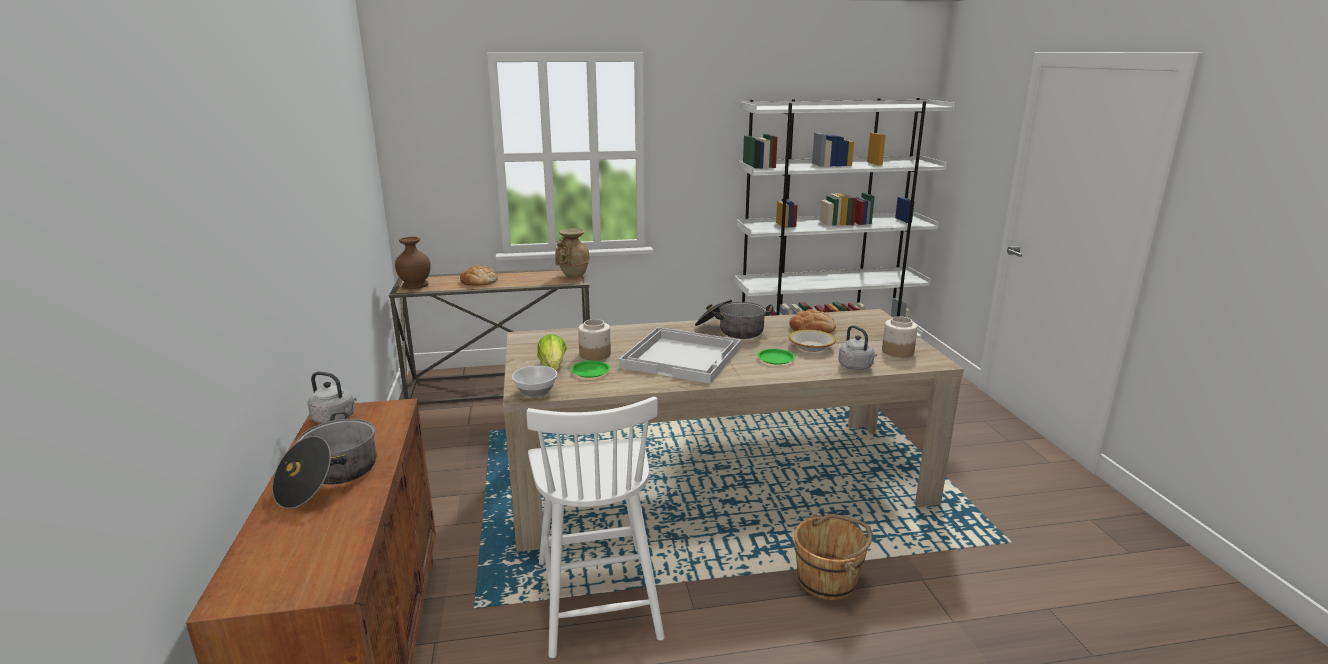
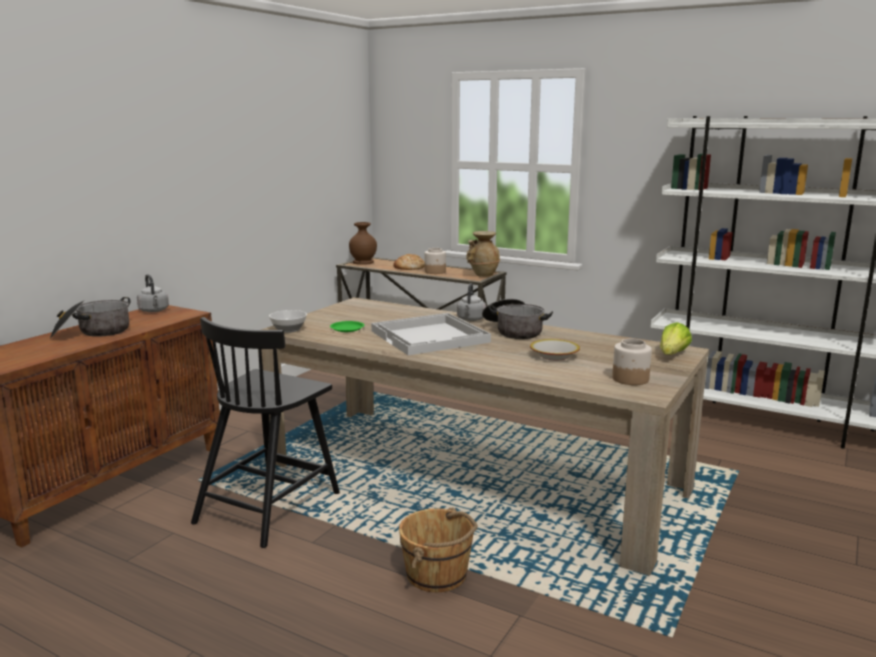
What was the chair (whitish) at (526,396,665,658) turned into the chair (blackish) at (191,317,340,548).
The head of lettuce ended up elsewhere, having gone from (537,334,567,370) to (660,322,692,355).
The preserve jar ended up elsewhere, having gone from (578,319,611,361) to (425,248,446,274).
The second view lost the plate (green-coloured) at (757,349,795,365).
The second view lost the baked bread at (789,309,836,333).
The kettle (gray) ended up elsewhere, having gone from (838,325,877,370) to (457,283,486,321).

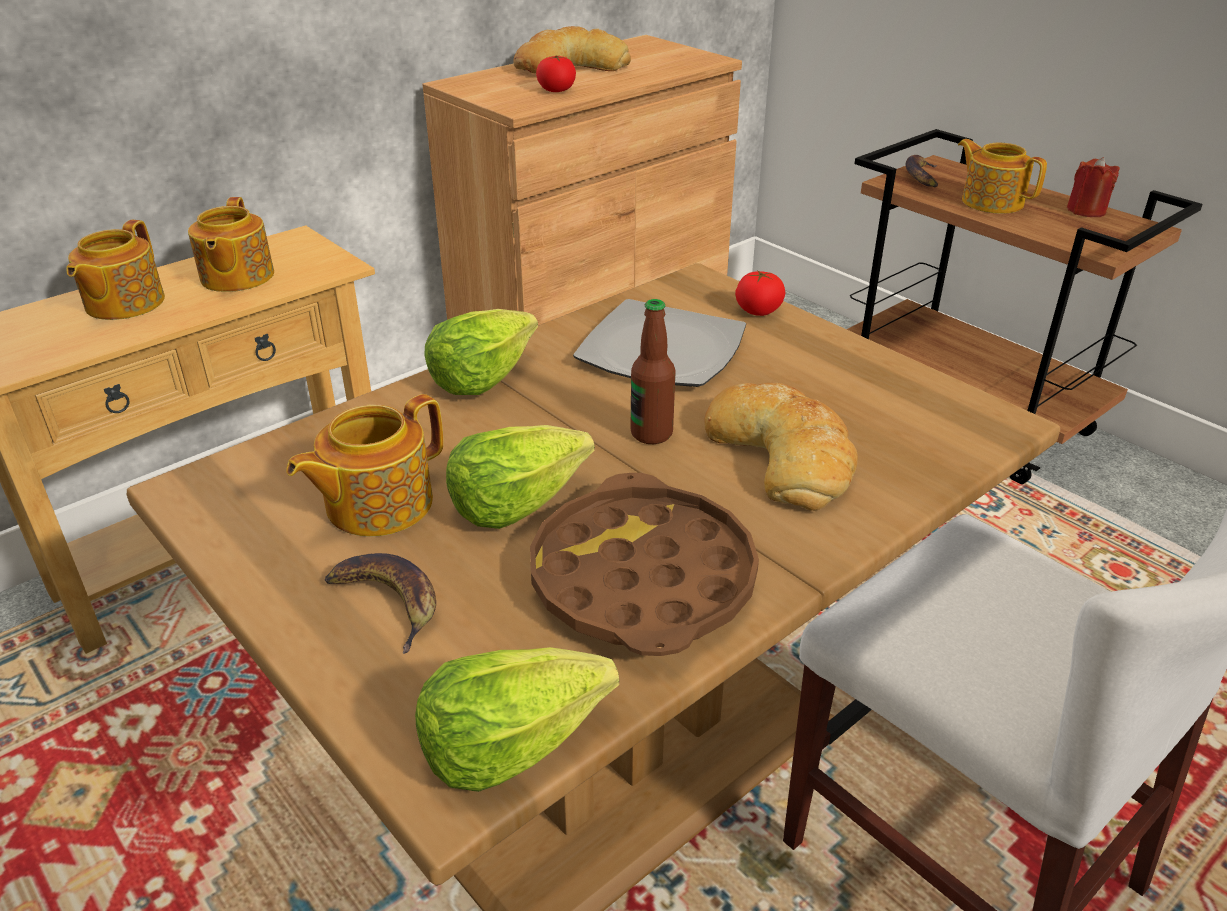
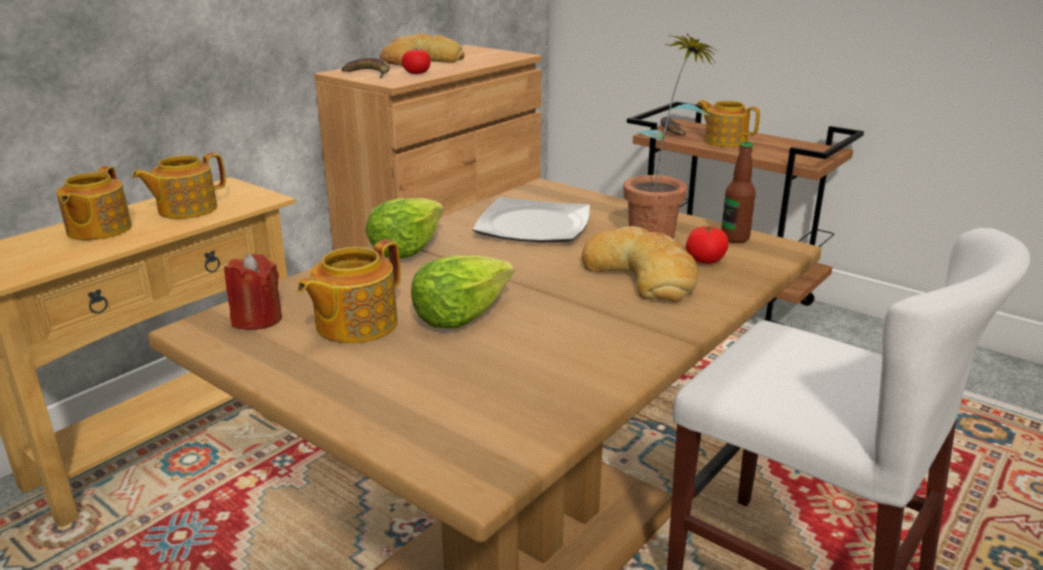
The tea pot at (188,197,274,292) ended up facing another way, 60 degrees clockwise from before.
The banana ended up elsewhere, having gone from (325,553,436,654) to (342,58,390,79).
The second view lost the head of lettuce at (415,647,619,792).
The second view lost the serving tray (brown-coloured) at (530,473,759,656).
The bottle ended up elsewhere, having gone from (630,299,676,444) to (721,142,756,243).
The fresh tomato ended up elsewhere, having gone from (735,270,785,316) to (686,226,729,264).
The wax light (red) ended up elsewhere, having gone from (1067,157,1120,217) to (224,254,282,330).
The second view gained the potted plant at (623,33,718,239).

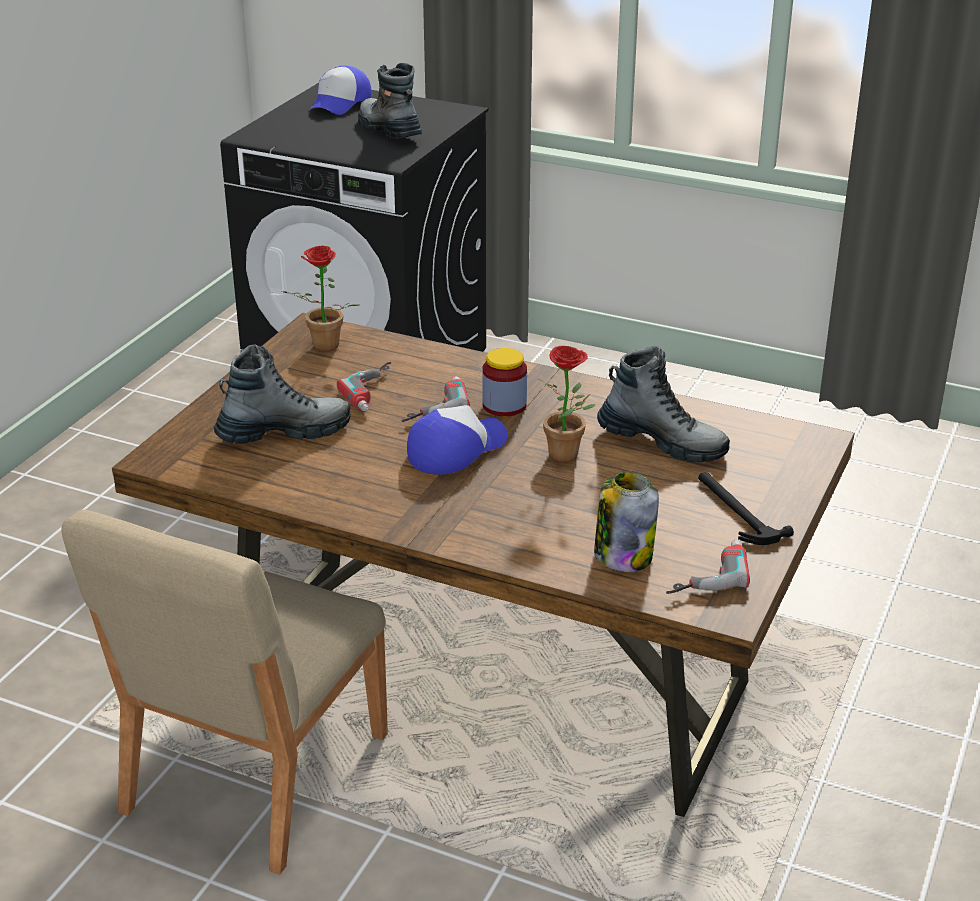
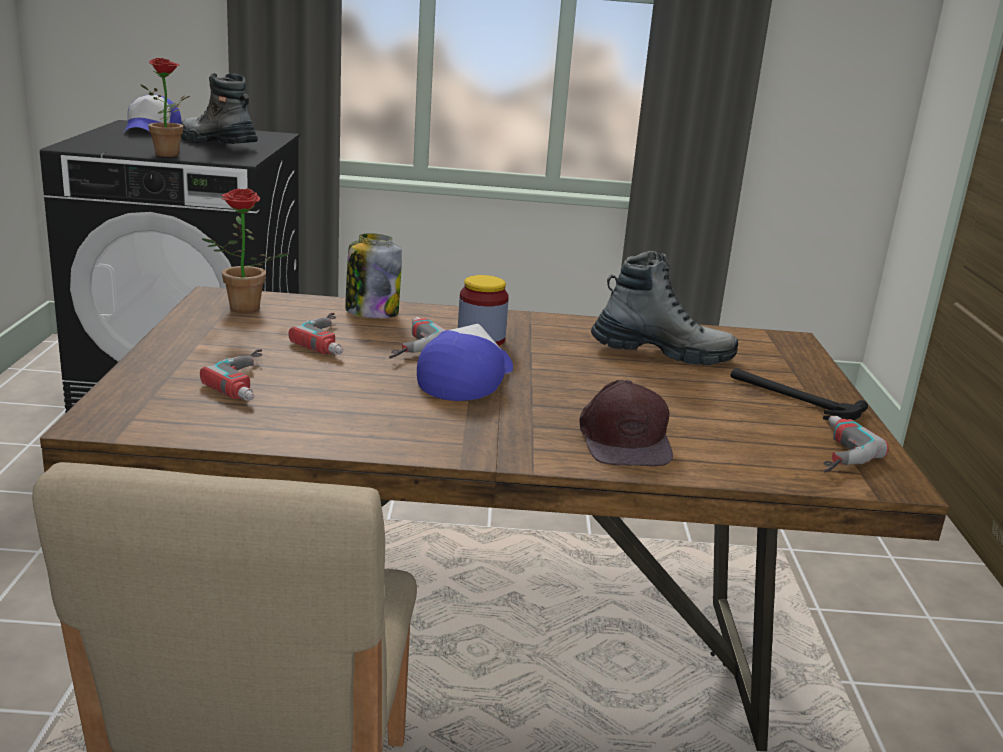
Where the boot stood at (213,345,351,444), the electric drill came to stand at (200,349,262,401).
The potted plant ended up elsewhere, having gone from (539,346,595,462) to (140,58,190,157).
The preserve jar ended up elsewhere, having gone from (594,471,659,572) to (345,233,402,318).
The second view gained the baseball cap (brown-coloured) at (579,380,673,466).

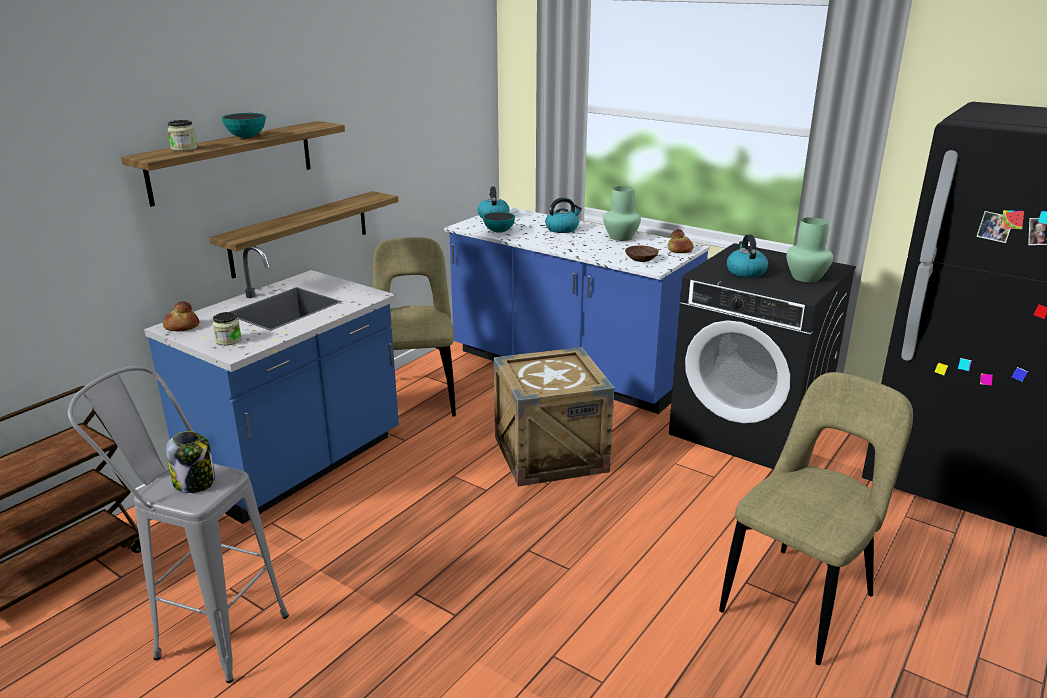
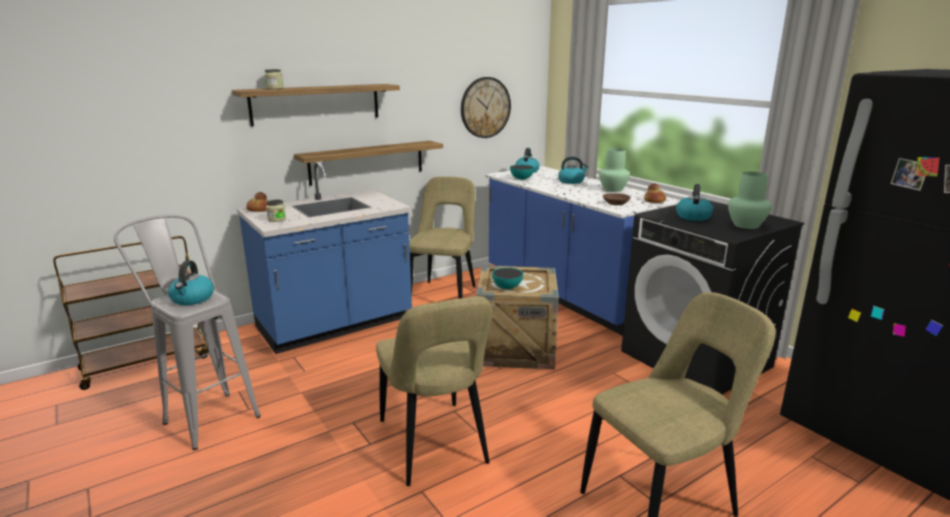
Where the preserve jar stood at (166,431,215,493), the kettle came to stand at (168,260,214,305).
The bowl ended up elsewhere, having gone from (222,113,266,138) to (492,268,524,289).
The second view gained the chair (beige-coloured) at (376,296,492,486).
The second view gained the wall clock at (461,77,511,138).

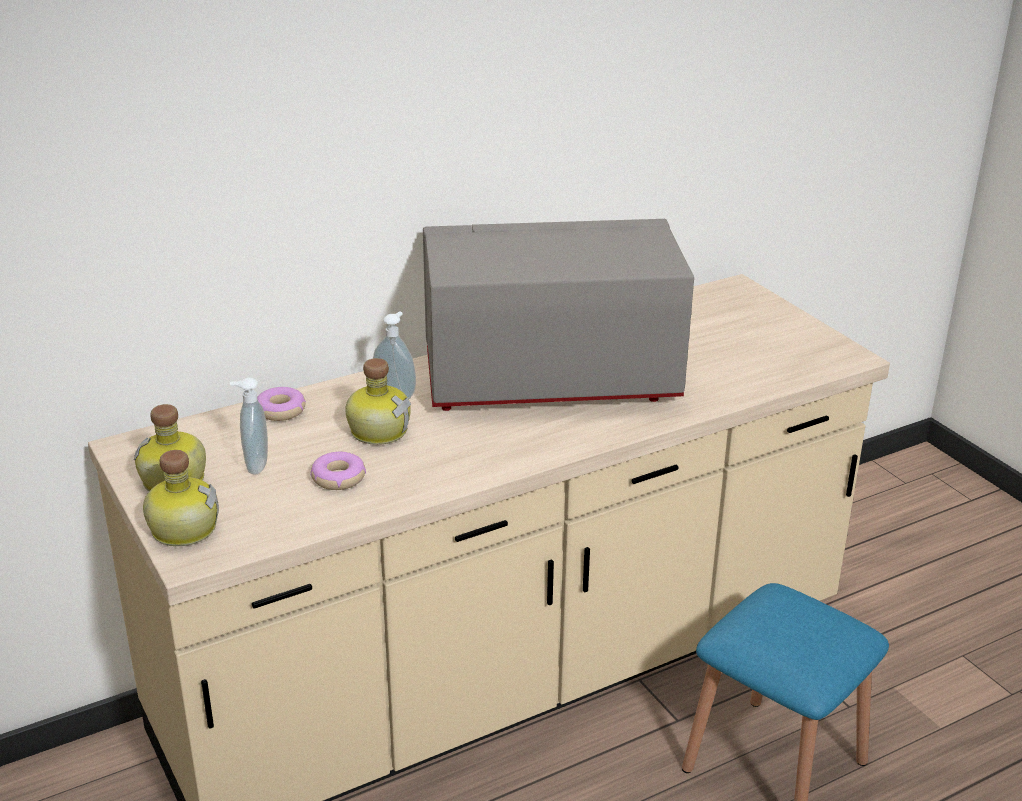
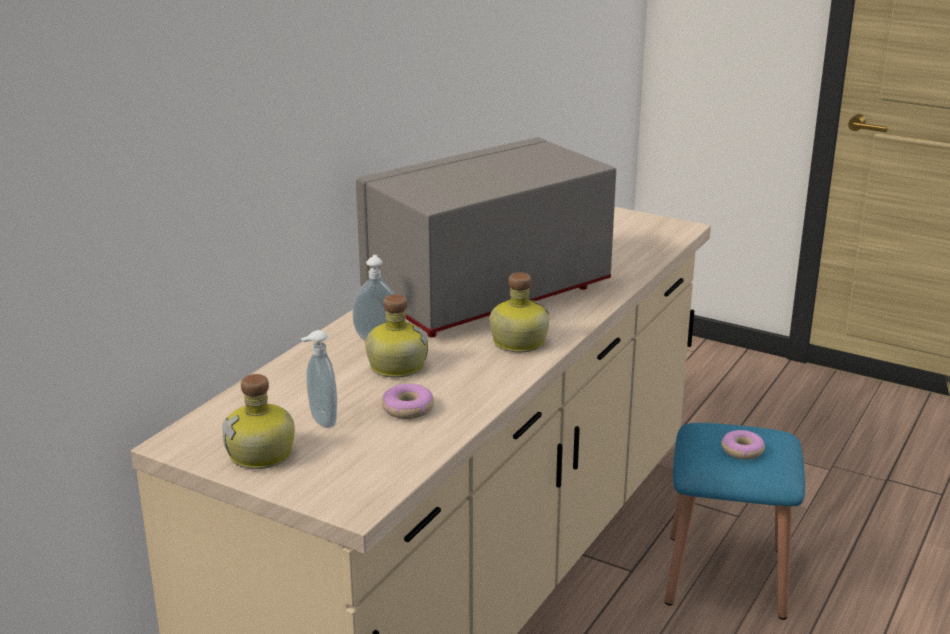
The bottle ended up elsewhere, having gone from (143,450,219,546) to (489,272,549,352).
The doughnut ended up elsewhere, having gone from (257,387,306,421) to (721,430,765,460).

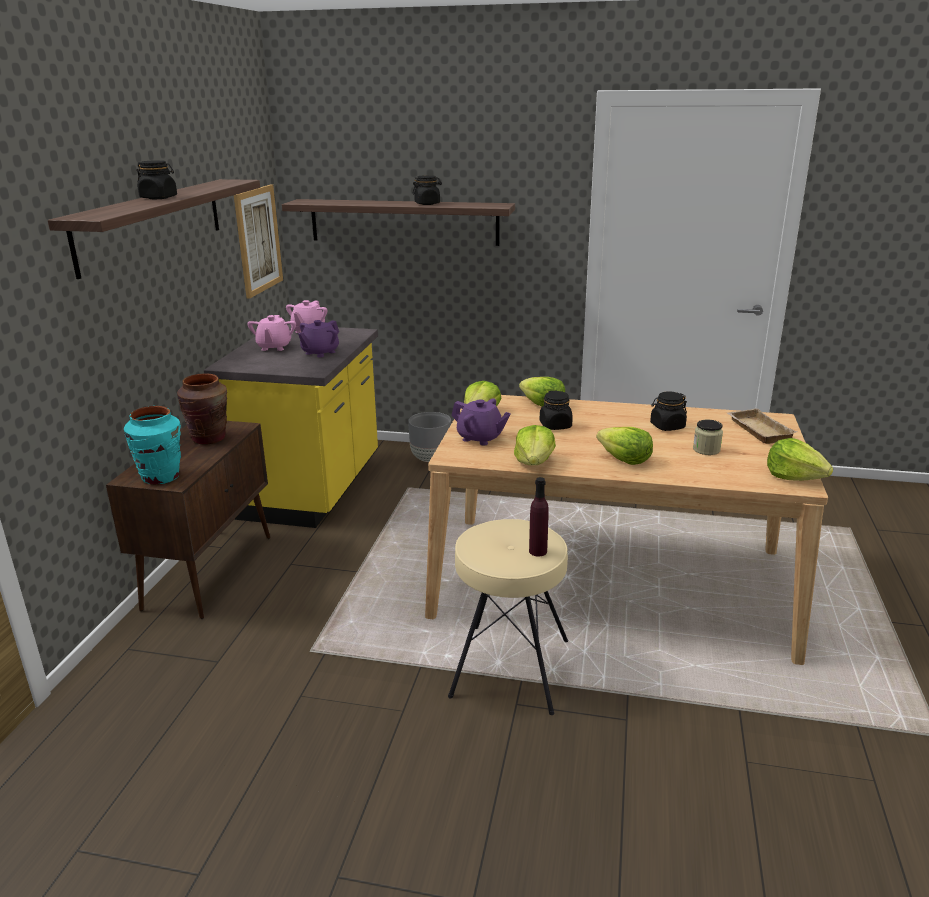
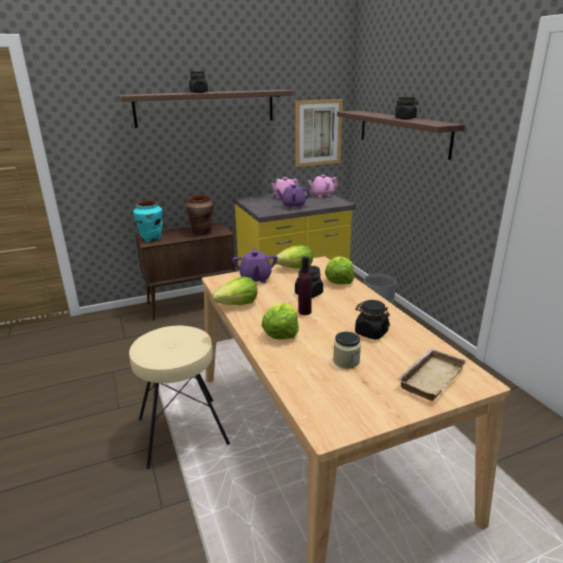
The bottle (purplish) ended up elsewhere, having gone from (529,477,549,556) to (298,256,312,315).
The second view lost the head of lettuce at (767,438,833,481).

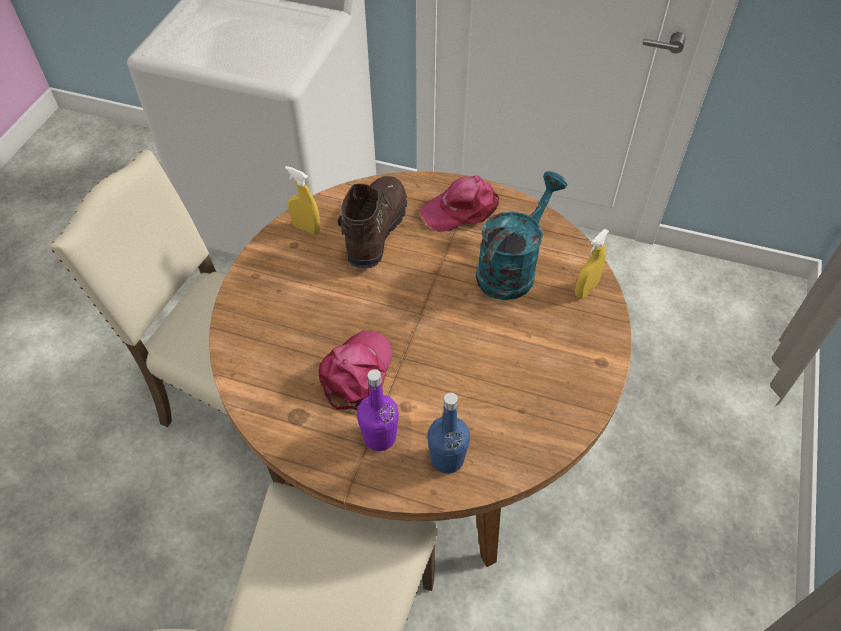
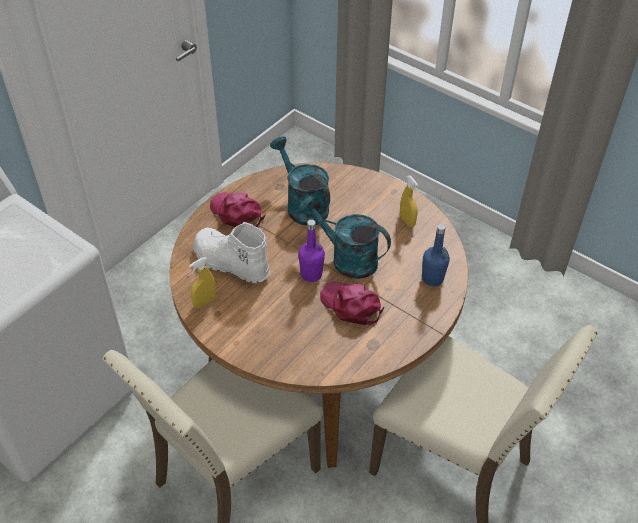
What was the boot (brown-coloured) at (338,176,407,268) turned into the boot (whitish) at (193,222,270,283).
The bottle (purplish) ended up elsewhere, having gone from (357,369,399,451) to (298,219,325,282).
The baseball cap (pinkish) at (420,175,499,232) ended up facing another way, 135 degrees clockwise from before.
The sprayer (yellow) ended up elsewhere, having gone from (575,229,609,299) to (400,176,418,227).
The second view gained the watering pot (blue-green) at (298,196,391,279).

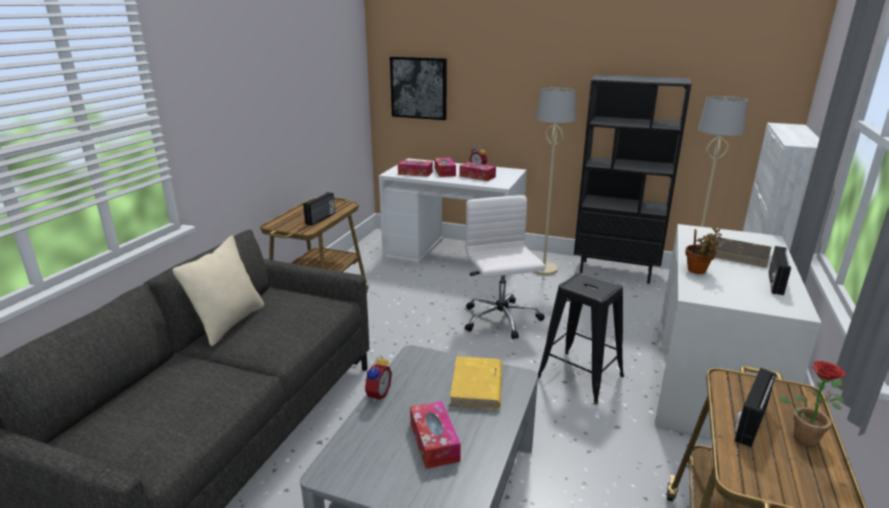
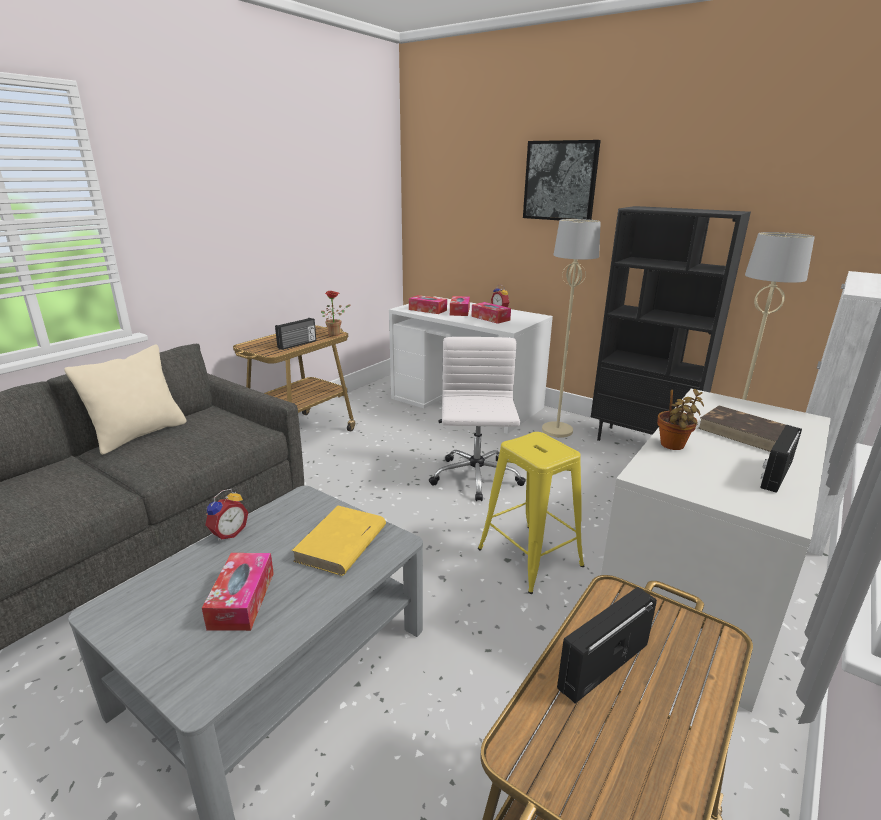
The wall art ended up elsewhere, having gone from (390,56,447,120) to (523,140,601,220).
What was the stool (blackish) at (538,273,624,404) turned into the stool (yellow) at (478,432,584,594).
The potted plant ended up elsewhere, having gone from (779,361,846,447) to (321,291,351,336).

